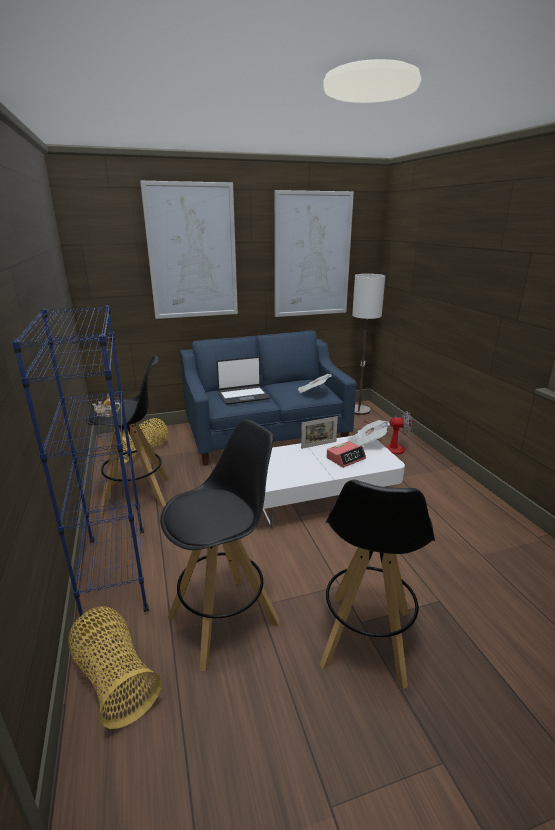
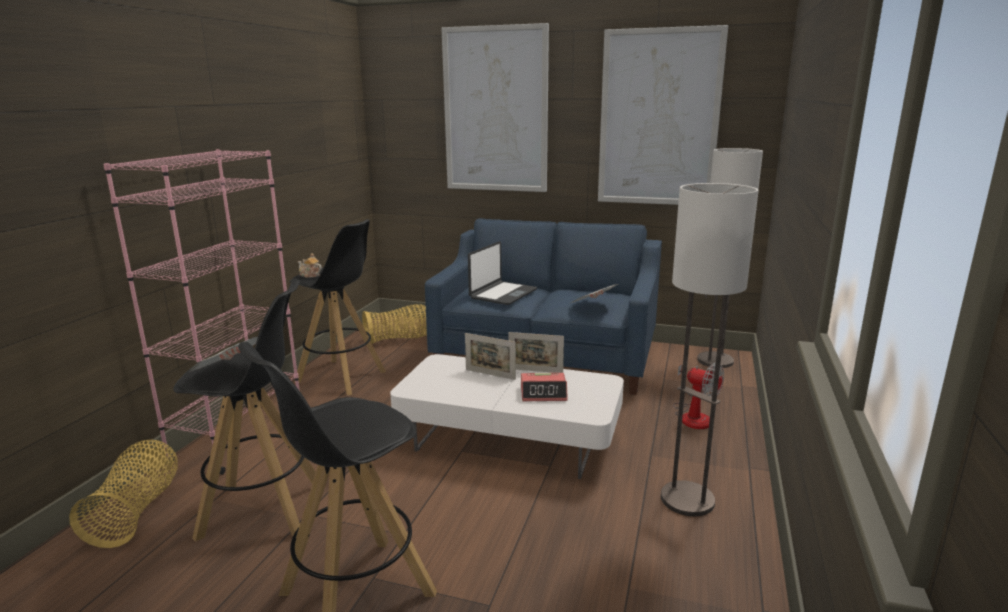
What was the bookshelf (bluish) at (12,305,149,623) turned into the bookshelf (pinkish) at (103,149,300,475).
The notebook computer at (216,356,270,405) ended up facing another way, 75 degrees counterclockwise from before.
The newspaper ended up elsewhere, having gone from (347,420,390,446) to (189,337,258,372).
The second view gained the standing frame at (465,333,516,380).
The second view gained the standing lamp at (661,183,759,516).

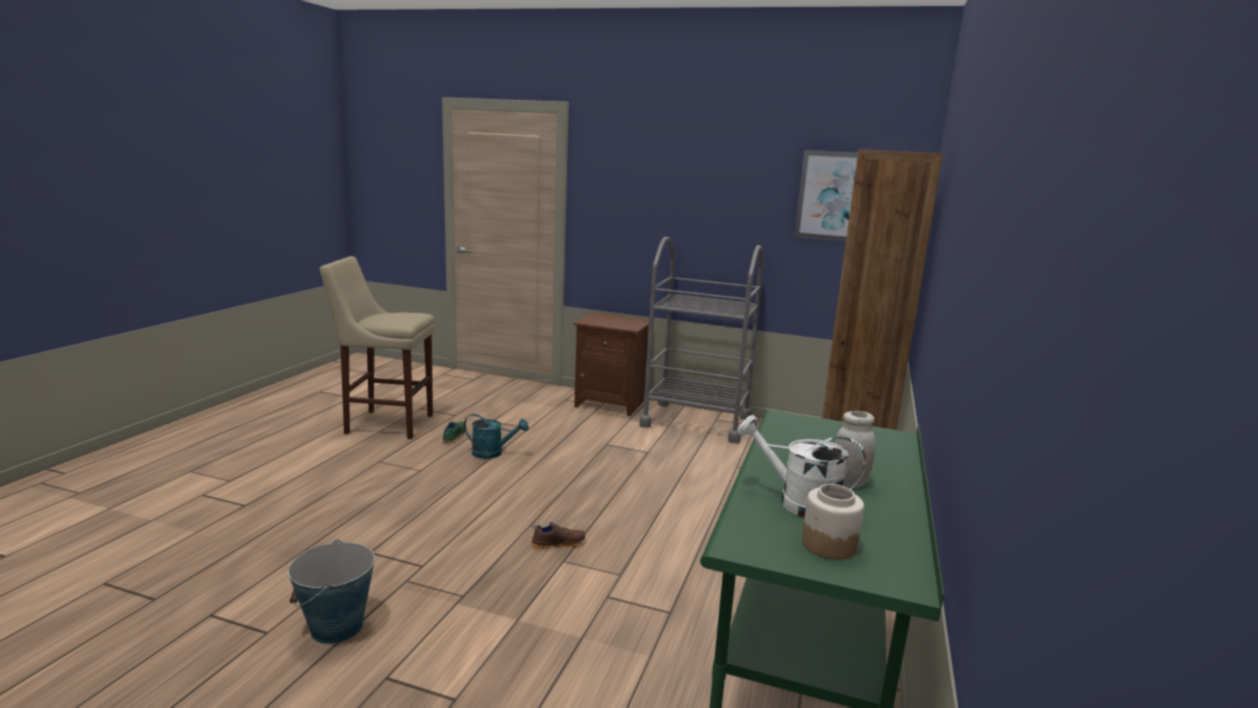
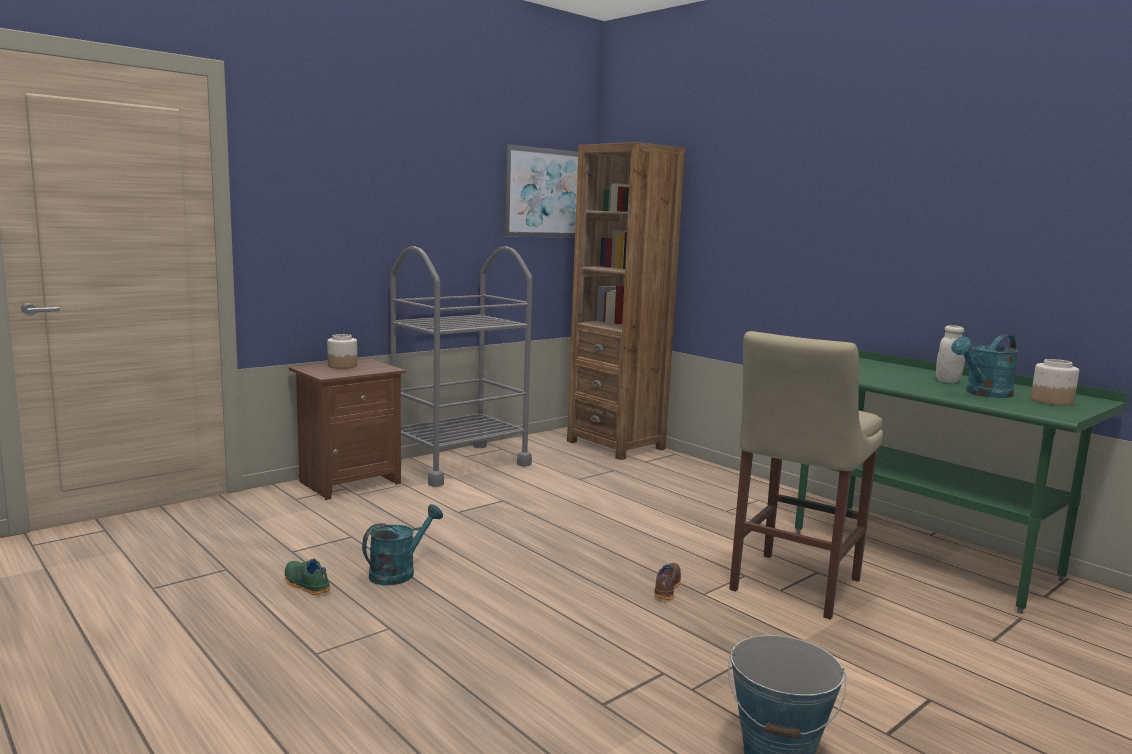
The stool (beige-coloured) ended up elsewhere, having gone from (320,256,435,439) to (729,331,883,620).
What was the watering pot (whitish) at (737,415,866,518) turned into the watering pot (blue-green) at (951,334,1019,398).
The second view gained the preserve jar at (327,334,357,369).

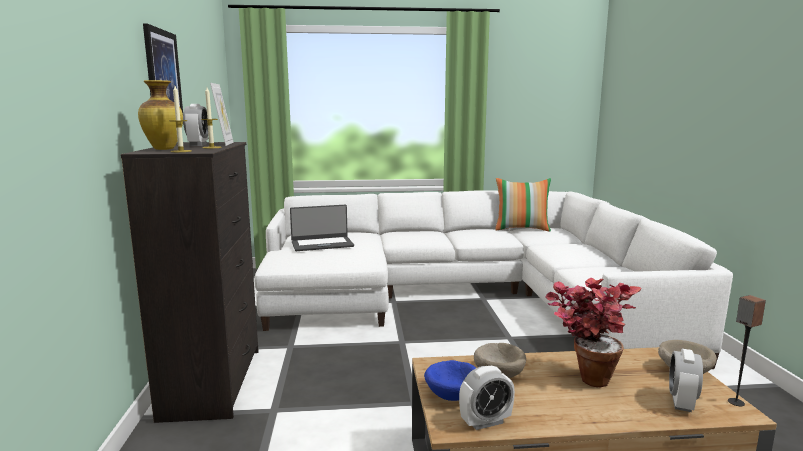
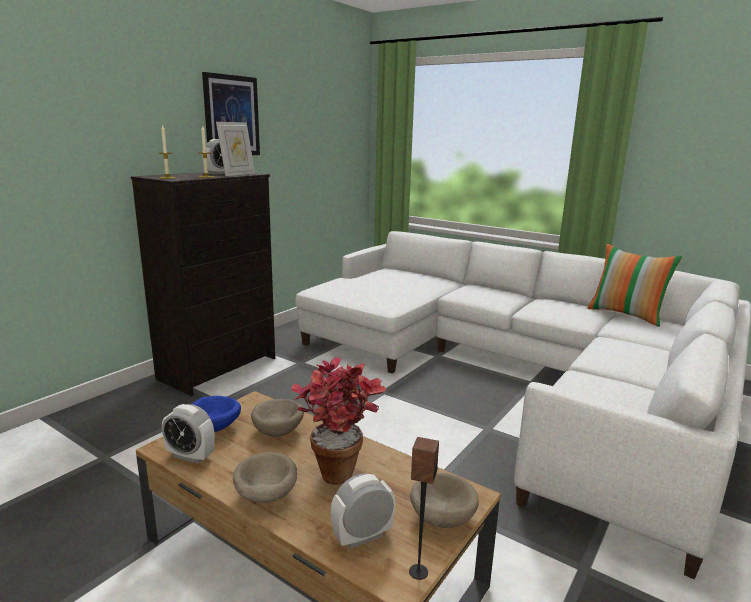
The second view lost the vase at (138,80,183,150).
The second view lost the notebook computer at (290,205,354,251).
The second view gained the bowl (beige-coloured) at (233,452,297,503).

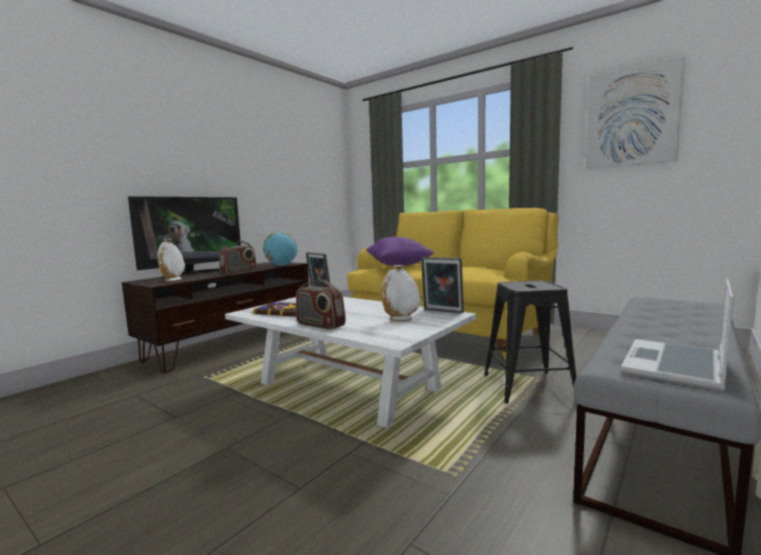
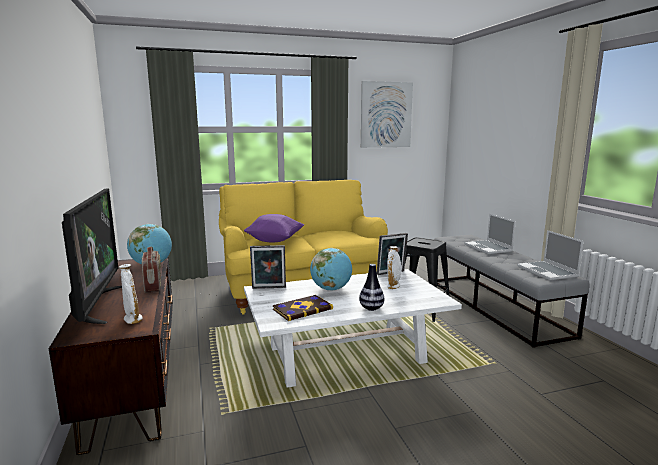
Where the radio receiver stood at (296,280,346,330), the vase came to stand at (359,264,384,311).
The second view gained the globe at (310,248,352,291).
The second view gained the notebook computer at (464,214,516,254).

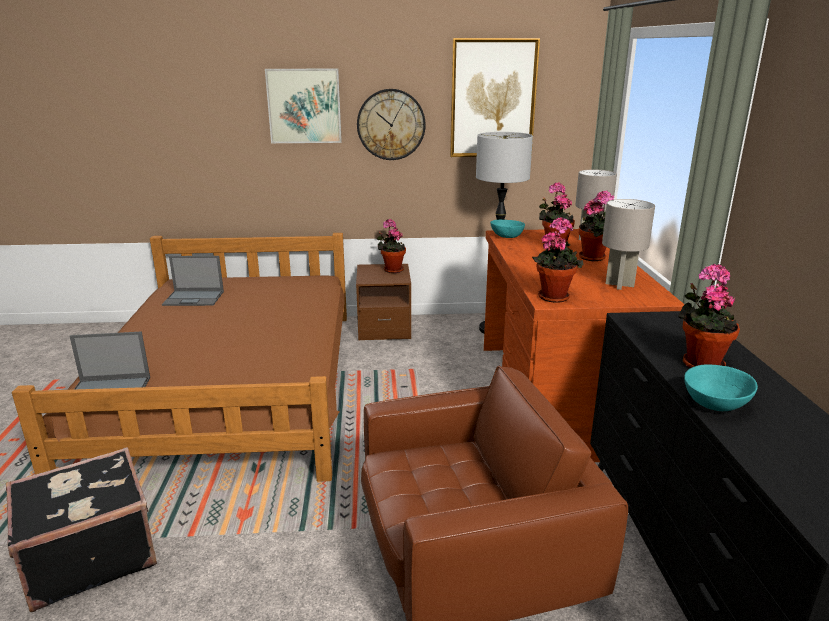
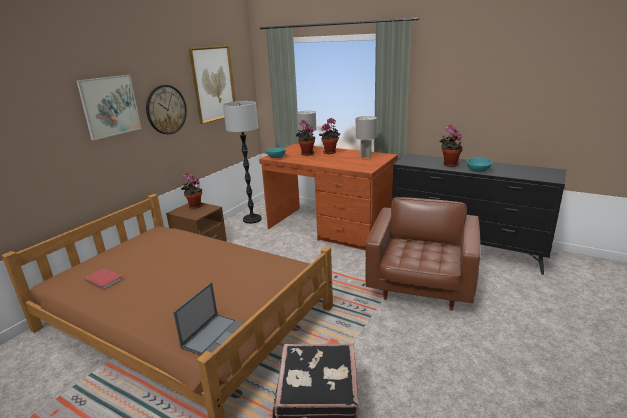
Where the notebook computer stood at (162,256,224,306), the volume (red) came to stand at (85,268,124,290).
The second view lost the potted plant at (532,217,583,303).

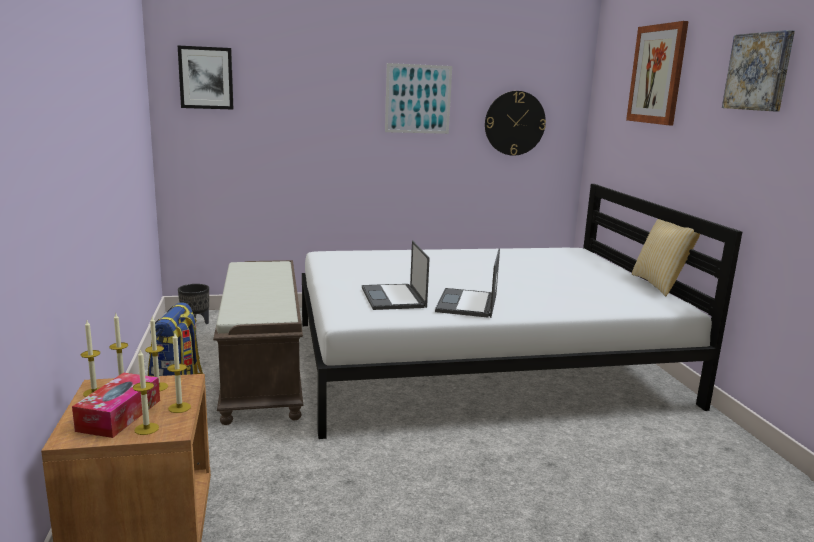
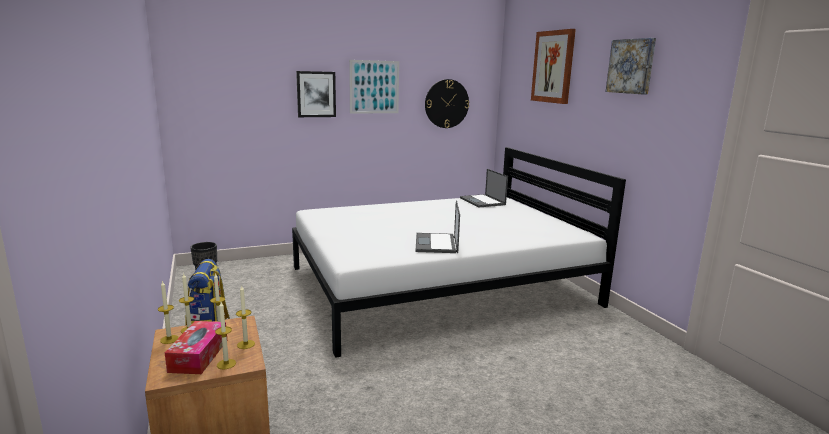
The wall art ended up elsewhere, having gone from (178,46,233,109) to (296,71,336,117).
The second view lost the long seat (brown-coloured) at (213,260,303,425).
The notebook computer ended up elsewhere, having gone from (362,240,430,310) to (460,169,508,207).
The second view lost the cushion at (632,219,700,296).

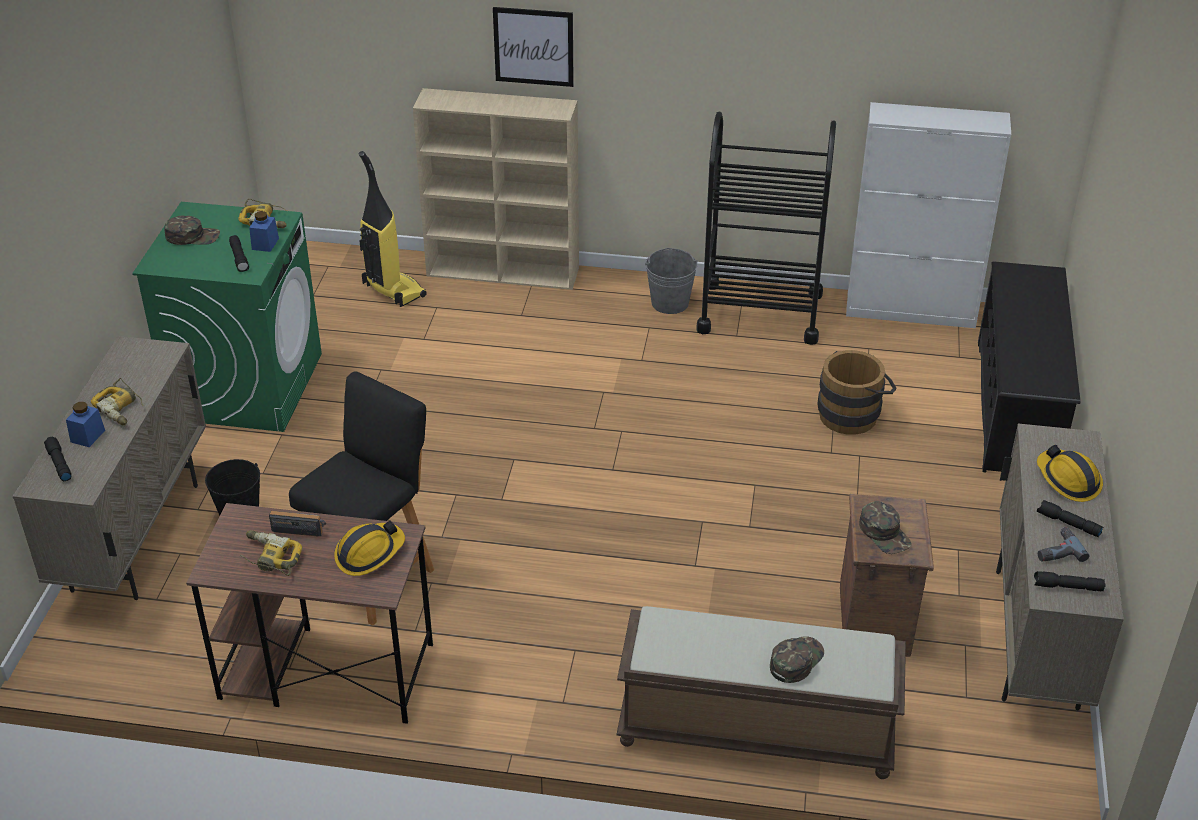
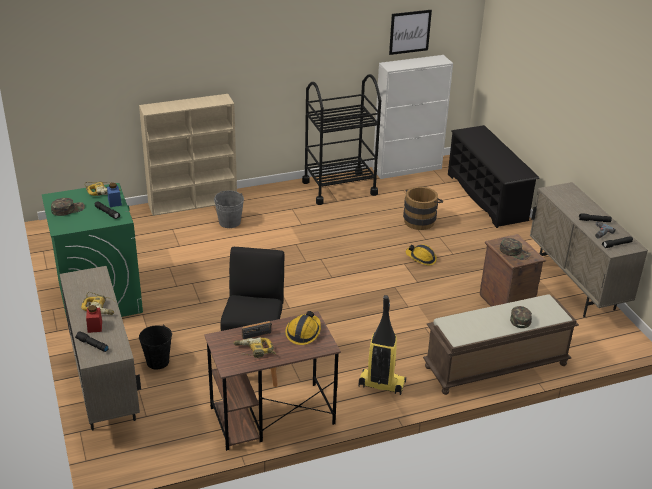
What was the preserve jar (bluish) at (66,402,105,447) turned into the preserve jar (red) at (86,305,102,333).
The vacuum cleaner ended up elsewhere, having gone from (359,151,427,307) to (359,295,406,395).
The wall art ended up elsewhere, having gone from (493,7,574,87) to (389,10,432,55).
The bucket (gray) ended up elsewhere, having gone from (645,248,698,314) to (214,191,244,228).
The hard hat ended up elsewhere, having gone from (1037,445,1103,502) to (406,244,437,266).

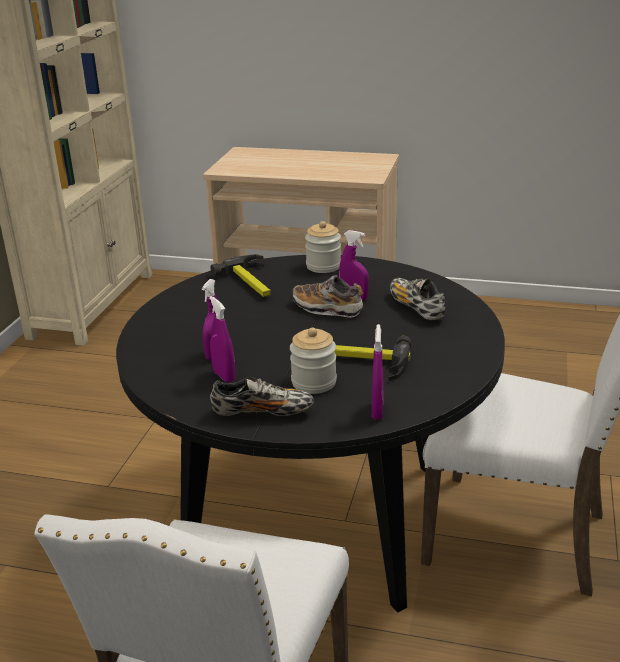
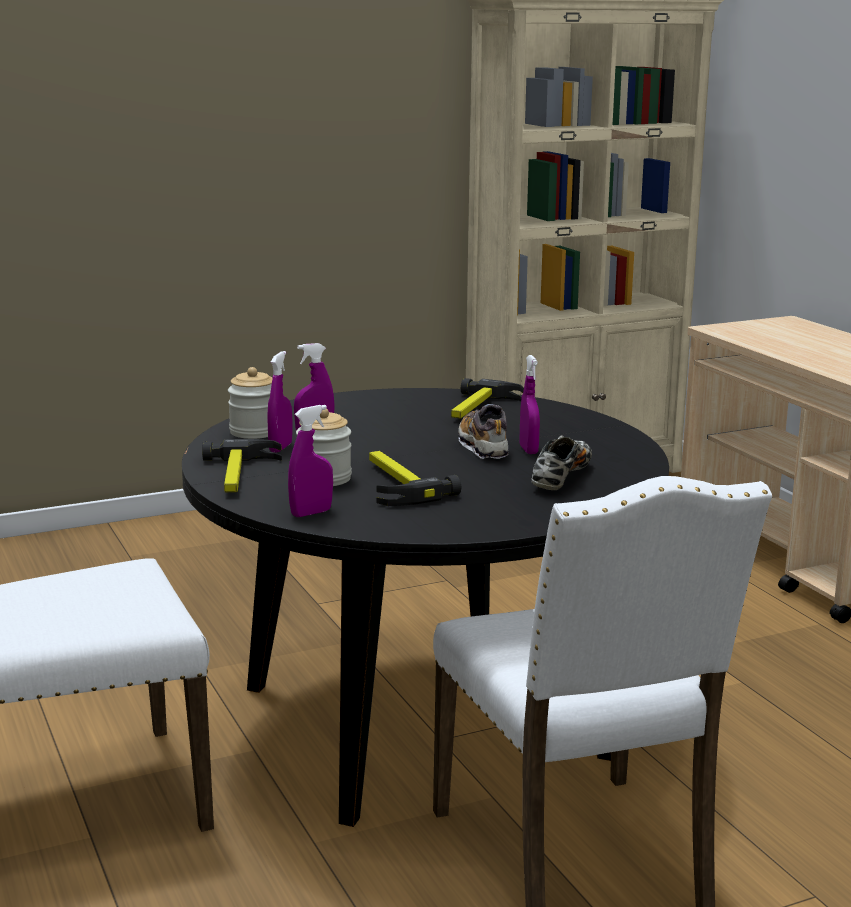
Where the low shoe stood at (210,377,314,416), the hand hammer came to stand at (202,439,282,492).
The preserve jar ended up elsewhere, having gone from (305,221,341,273) to (228,367,272,439).

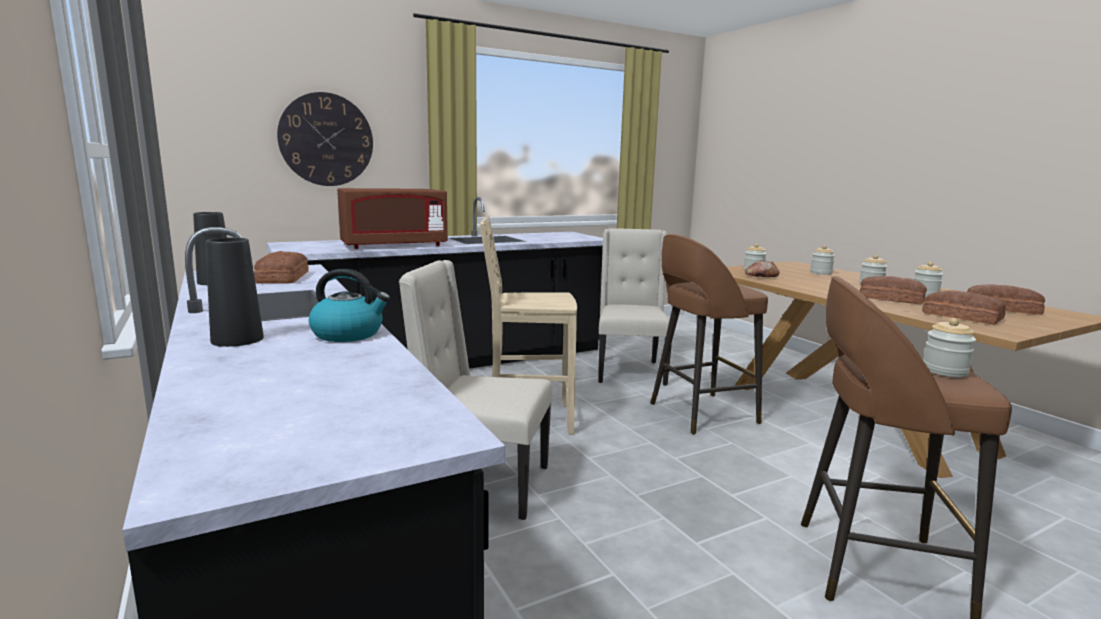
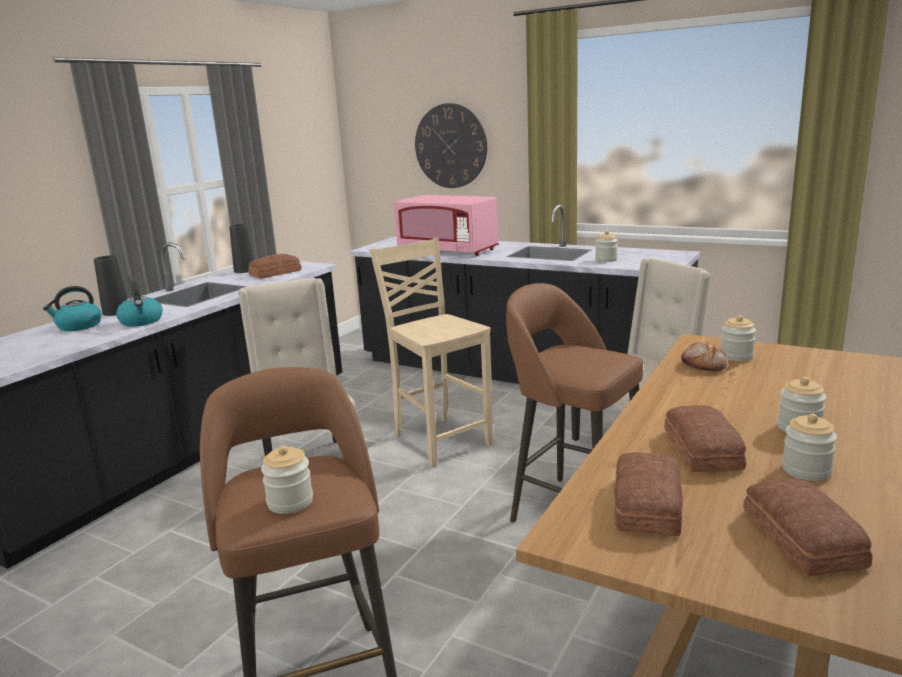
What was the microwave (brown-coloured) at (337,188,448,249) turned into the microwave (pinkish) at (394,195,499,256).
The preserve jar ended up elsewhere, having gone from (810,245,835,275) to (595,231,618,262).
The second view gained the kettle at (43,286,101,331).

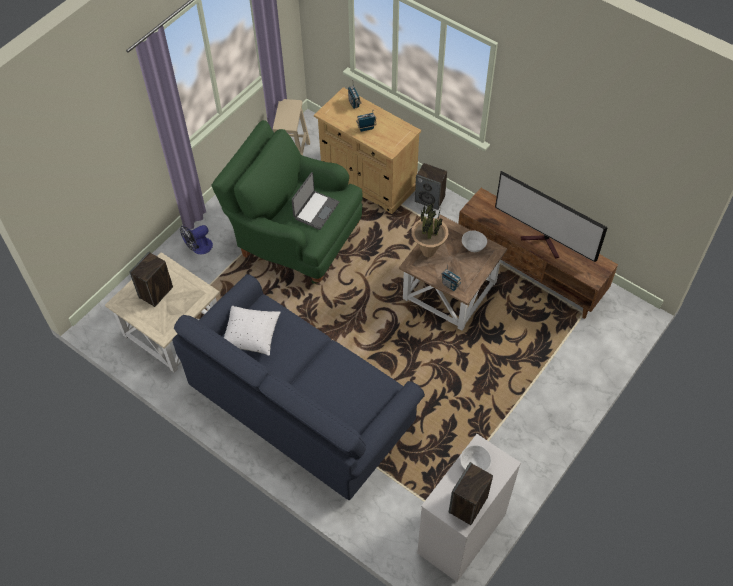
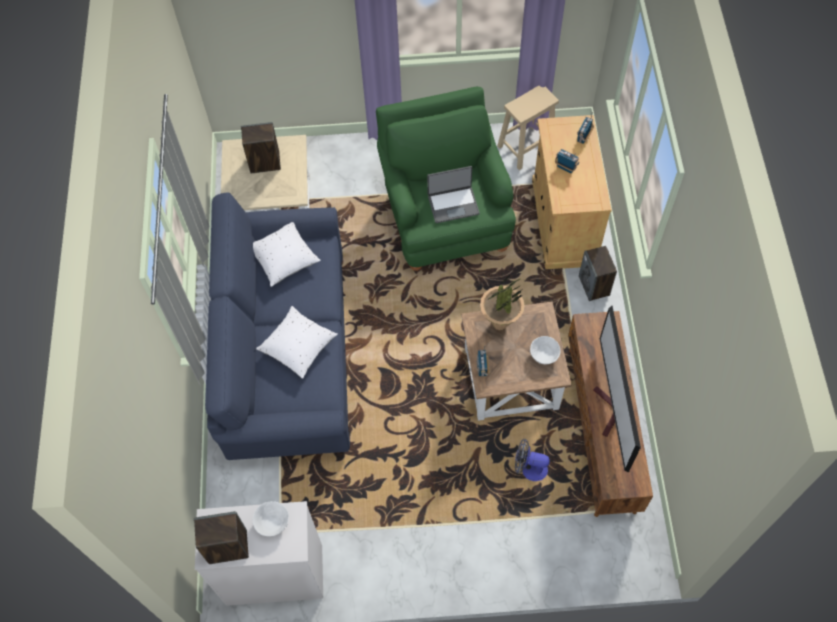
The cooling fan ended up elsewhere, having gone from (180,225,213,254) to (515,439,550,481).
The second view gained the cushion (whitish) at (256,306,338,379).

